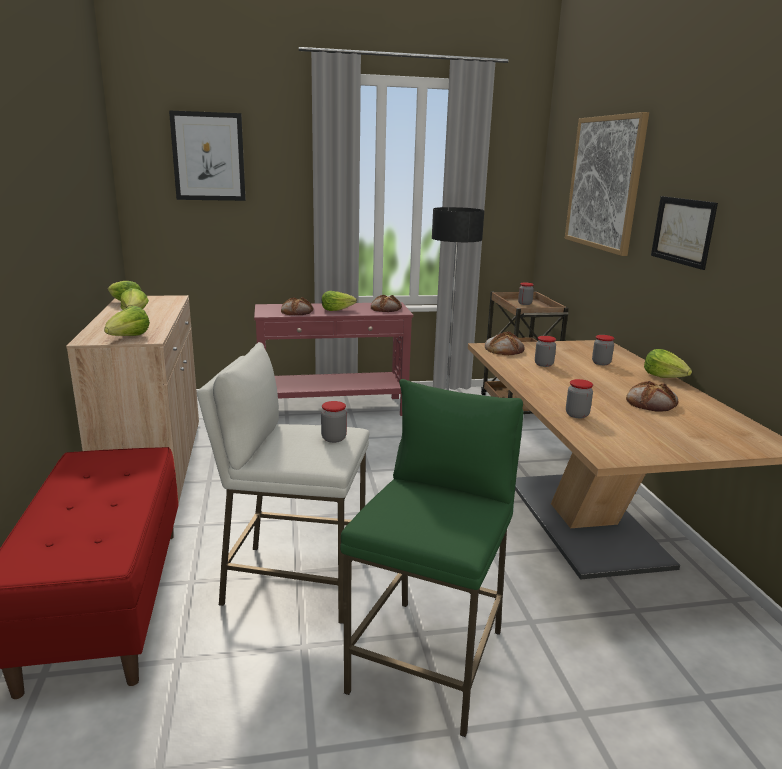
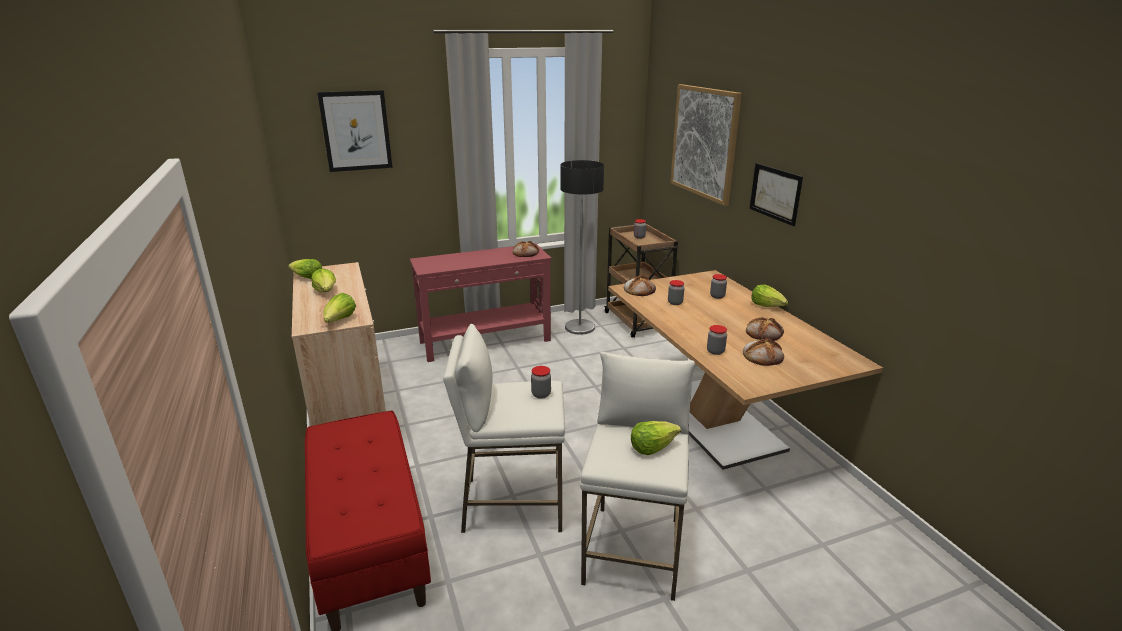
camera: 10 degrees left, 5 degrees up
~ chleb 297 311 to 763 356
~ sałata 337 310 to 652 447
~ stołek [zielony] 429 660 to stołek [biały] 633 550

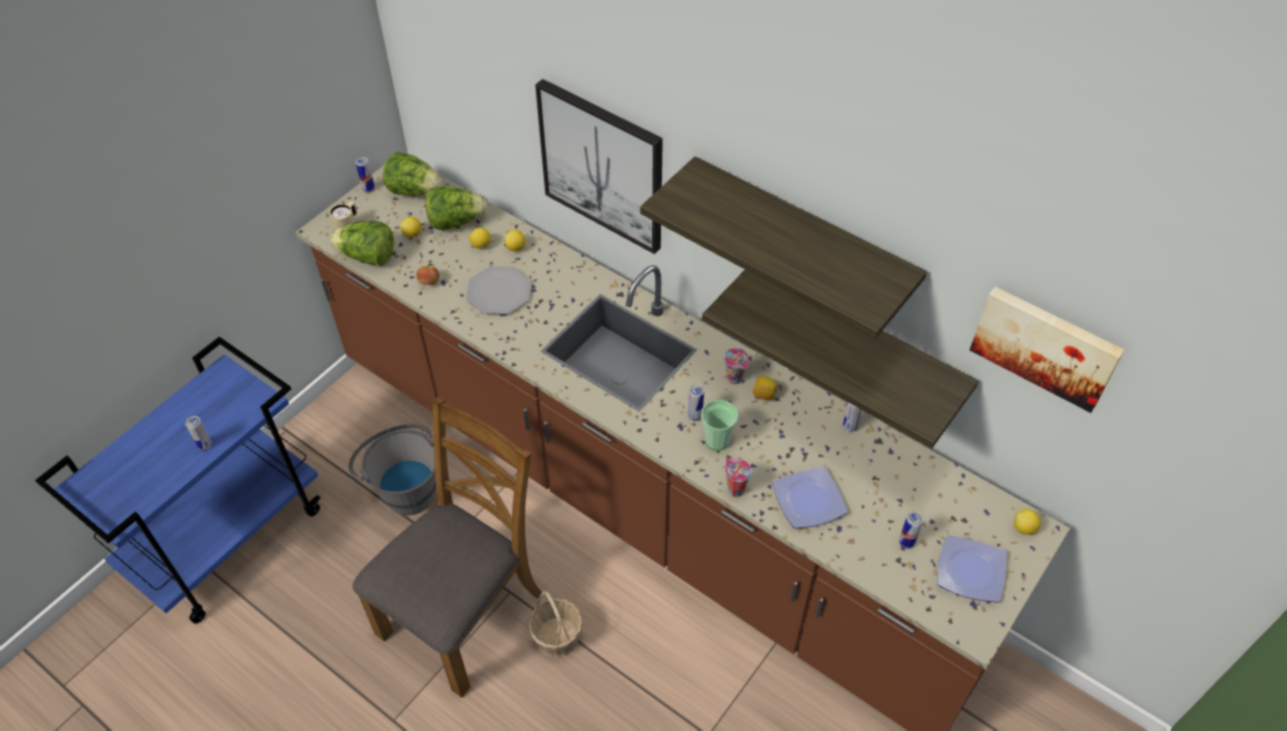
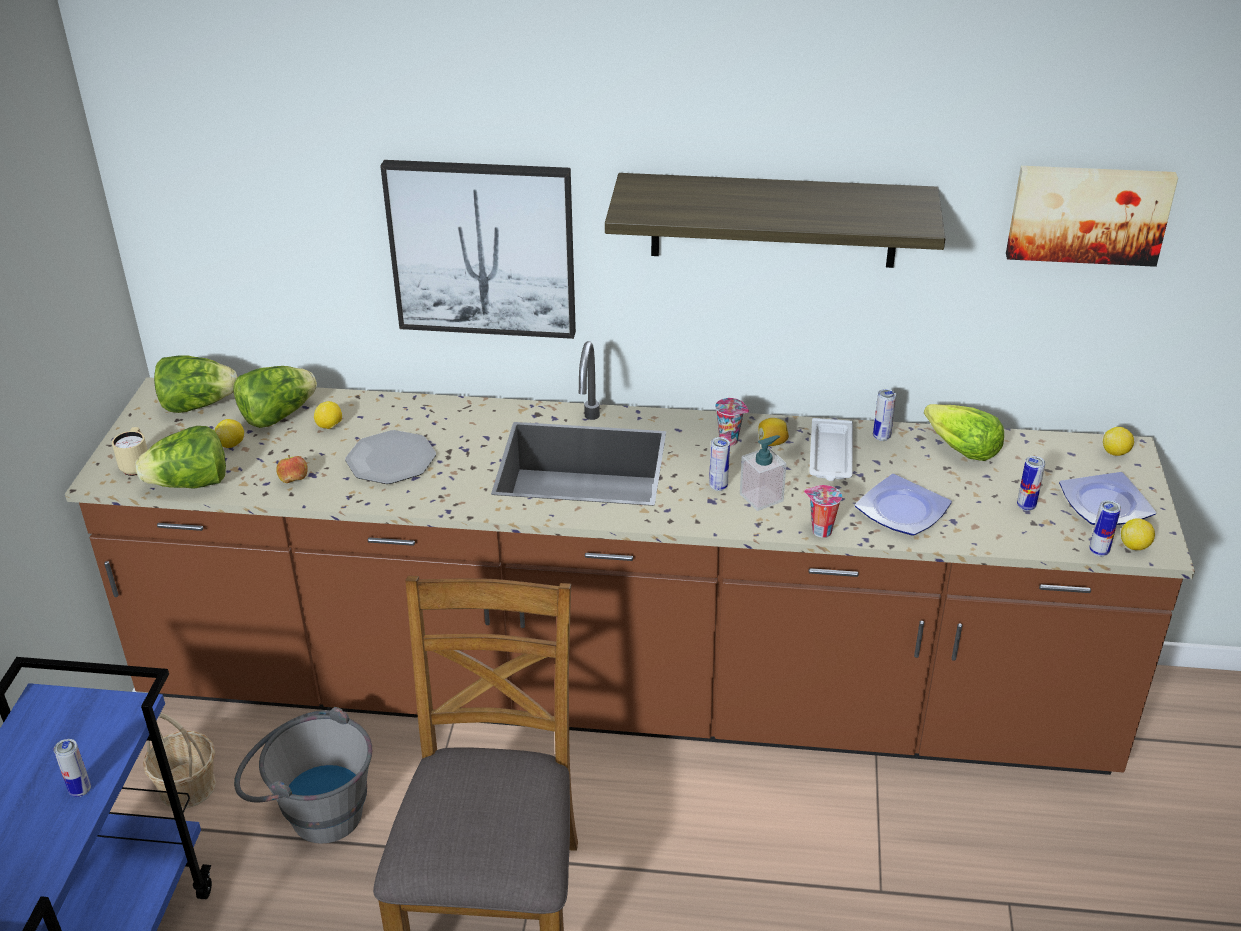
camera: 30 degrees left, 15 degrees down
~ puszka 368 189 to 1098 551
~ cytryna 516 248 to 1134 546
~ koszyk 557 637 to 187 786
~ filiżanka 717 440 to dozownik mydła 761 497
- półka 855 342
+ taca [biały] 830 456
+ sałata 960 449

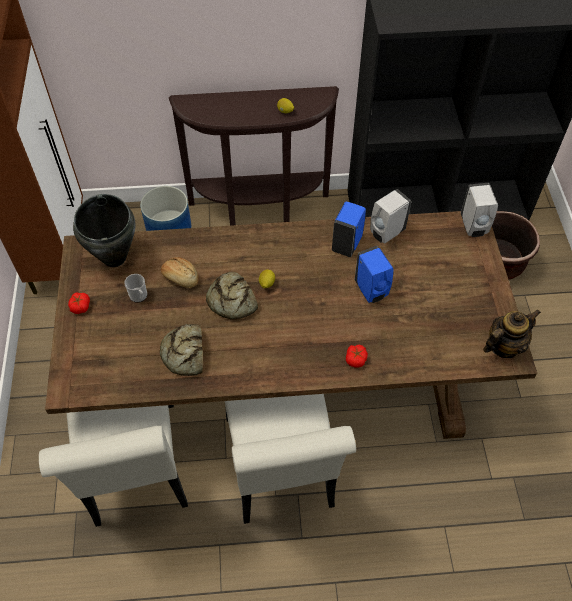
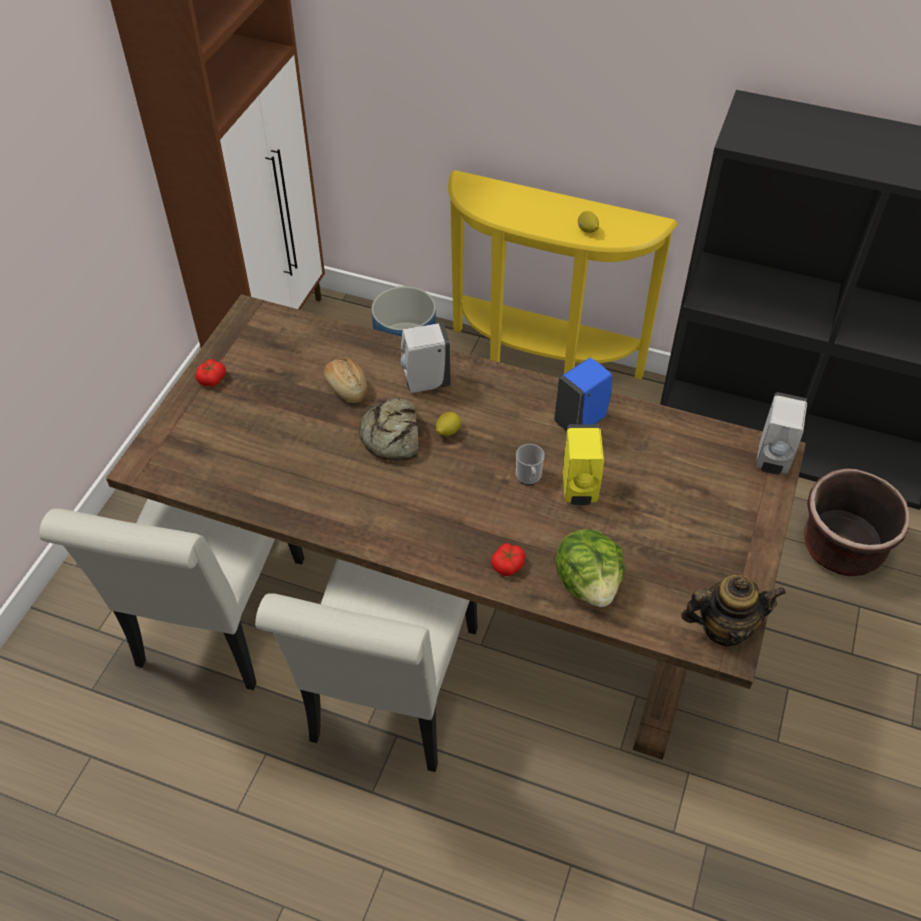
camera: 25 degrees right, 5 degrees down
- garnek [czarny] 115 257
~ kubek 139 296 to 529 478
- chleb 185 353
~ stolik konsolowy [brązowy] 260 211 to stolik konsolowy [żółty] 540 367
~ dozownik mydła [niebieski] 371 291 to dozownik mydła [żółty] 579 489
~ dozownik mydła [biały] 386 233 to 424 383
+ sałata 588 583

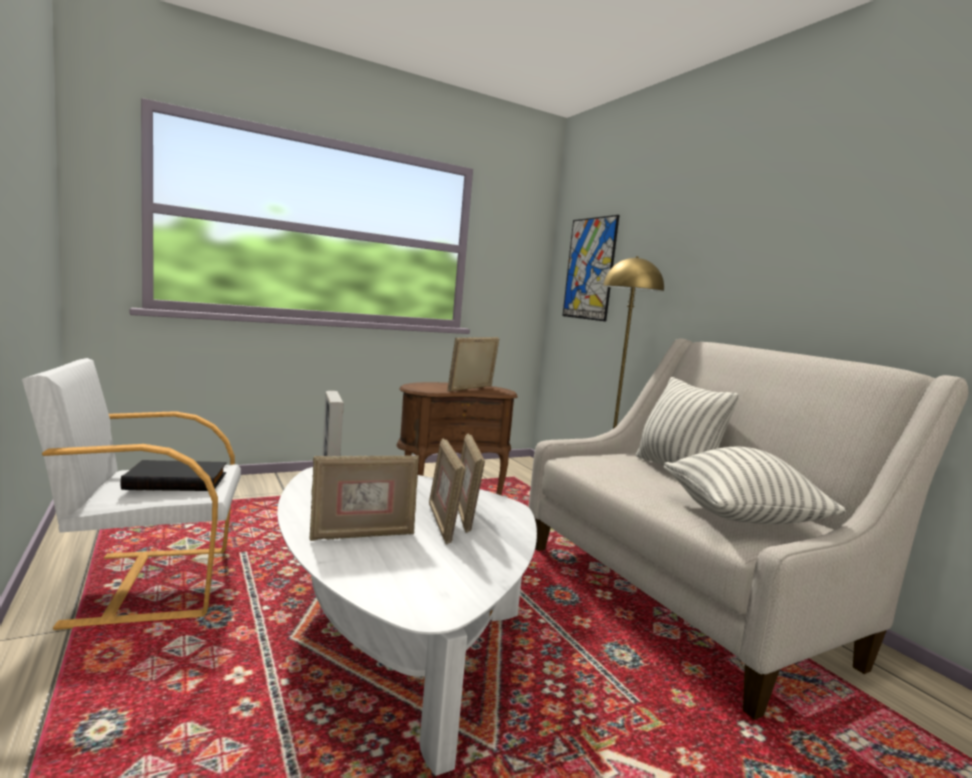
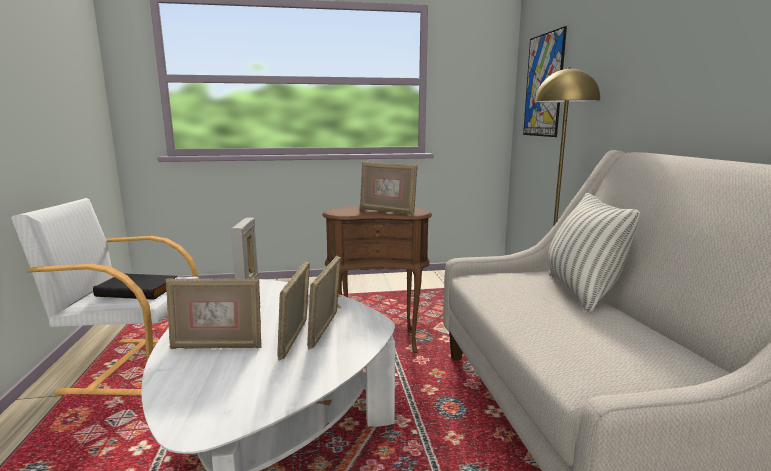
camera: 20 degrees right, 5 degrees up
~ ramka na zdjęcie 472 389 = 387 211 120 degrees counterclockwise
- poduszka 740 519

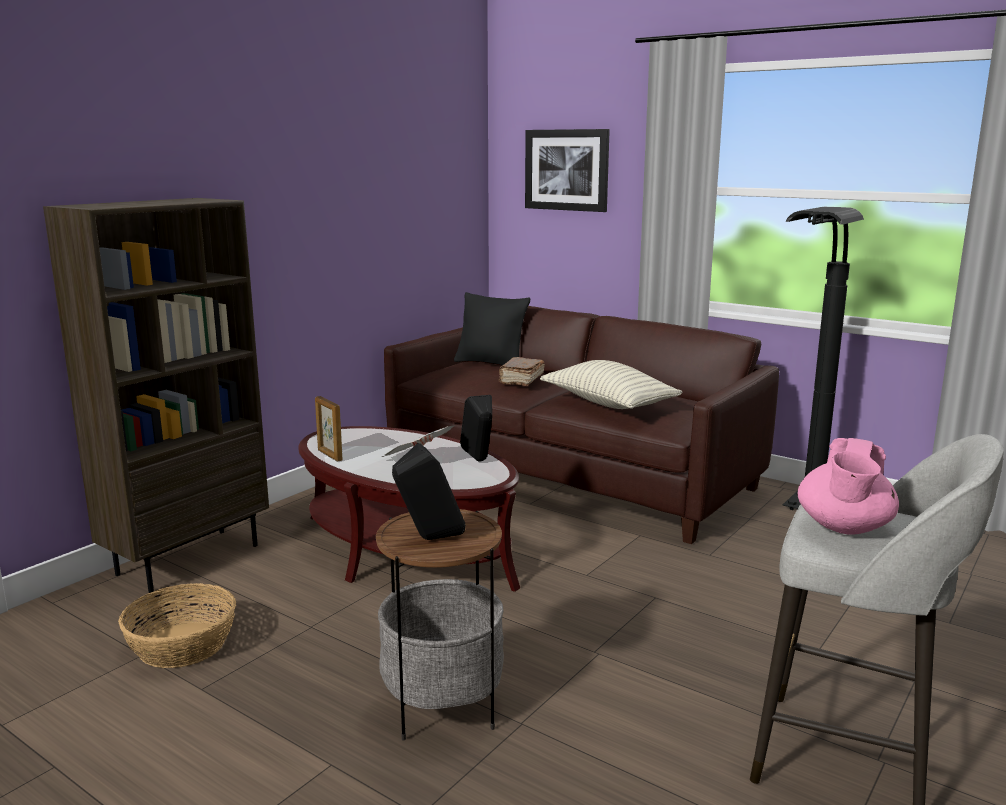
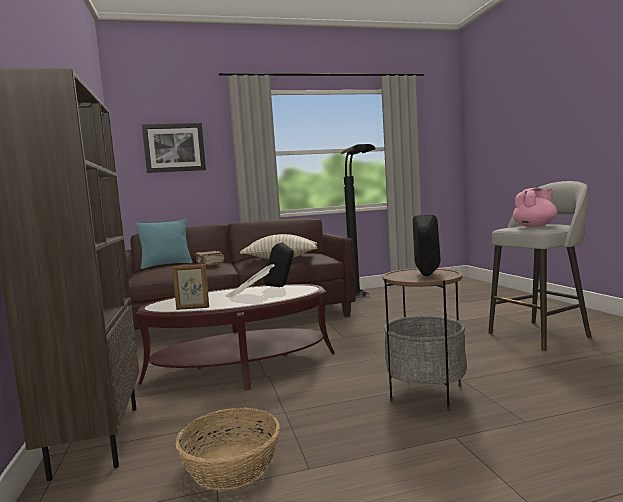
camera: 50 degrees left, 10 degrees down
~ poduszka [czarny] 491 363 to poduszka [turkusowy] 166 265
~ imbryk [różowy] 844 528 = 535 226 90 degrees counterclockwise

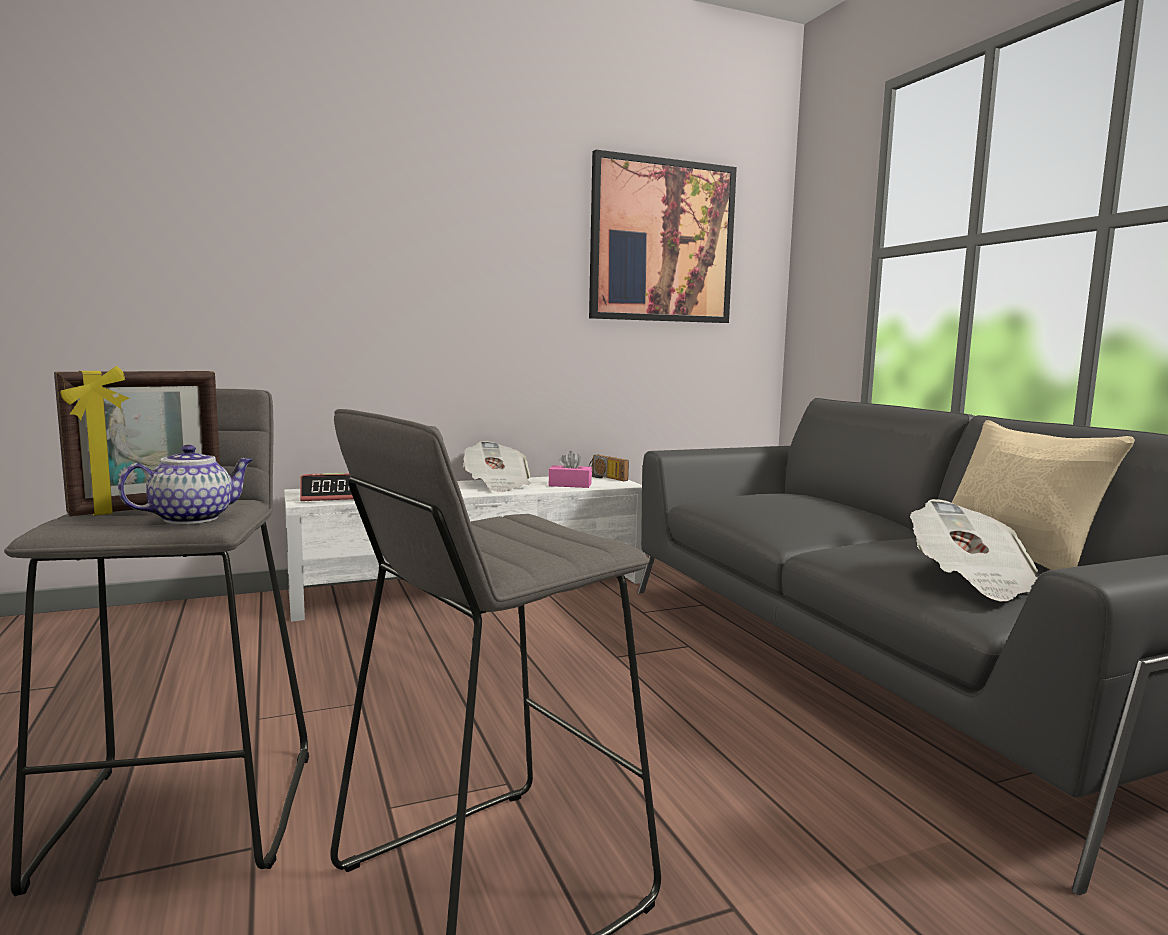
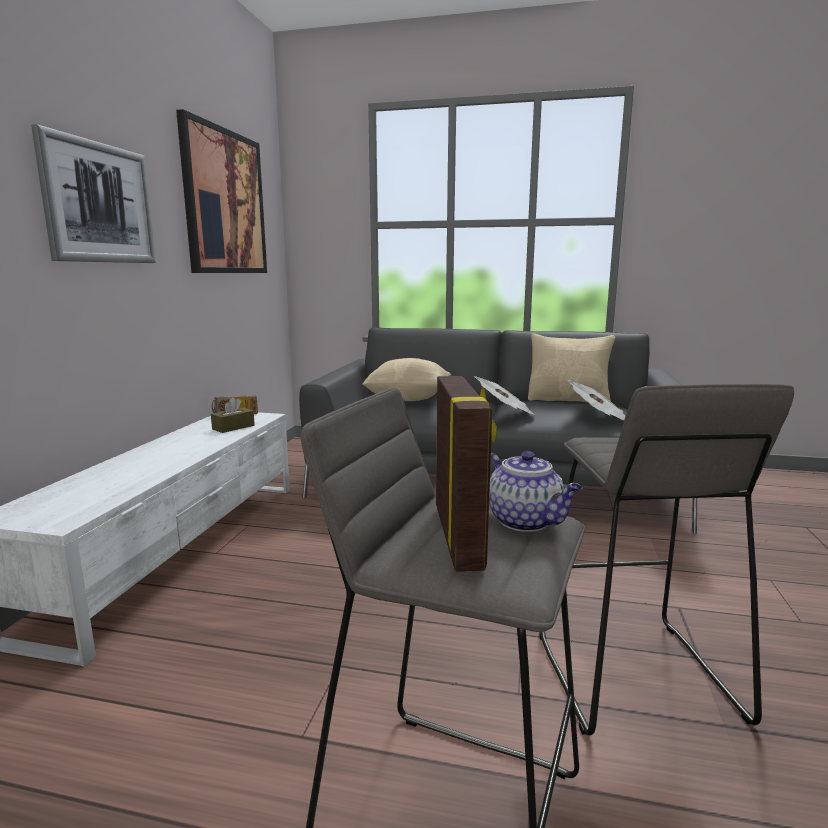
camera: 55 degrees left, 5 degrees up
~ imbryk 193 518 = 526 521 150 degrees clockwise
- budzik 333 496
~ gazeta 497 485 to 504 411
~ pudełko chusteczek [różowy] 570 485 to pudełko chusteczek [brązowy] 233 427
+ obraz 99 203
+ poduszka [beżowy] 408 399

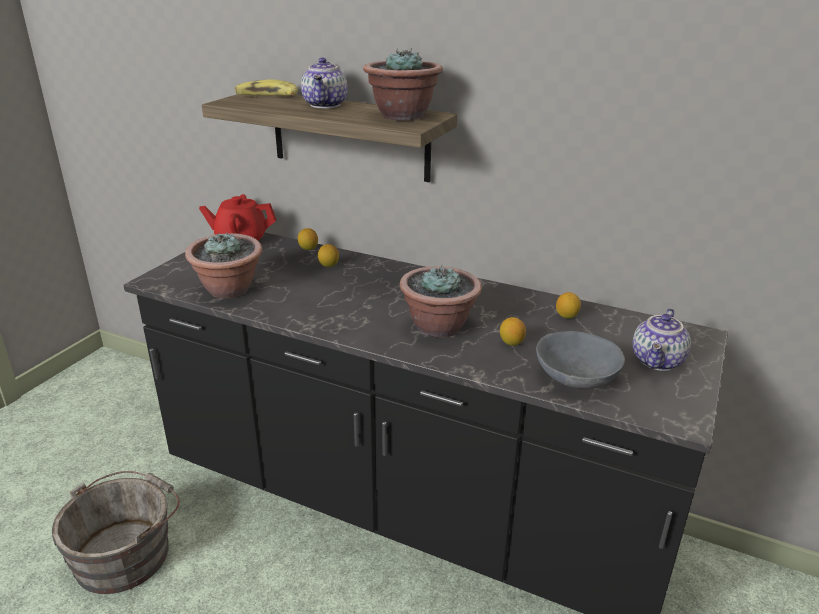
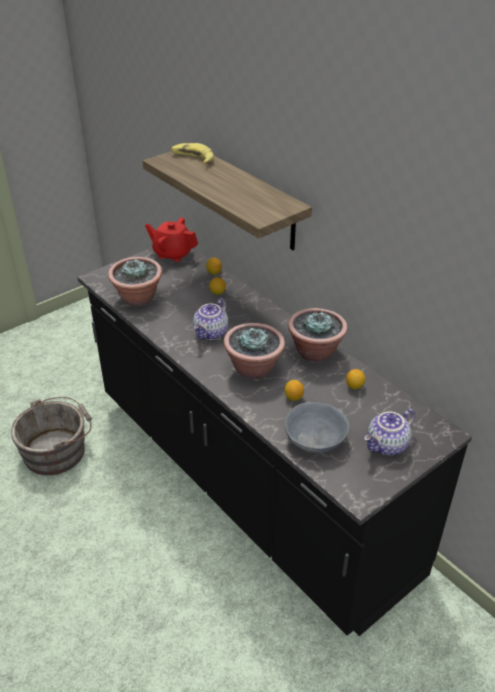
camera: 25 degrees right, 10 degrees up
~ imbryk 326 105 to 211 333
~ roślina doniczkowa 402 116 to 315 353

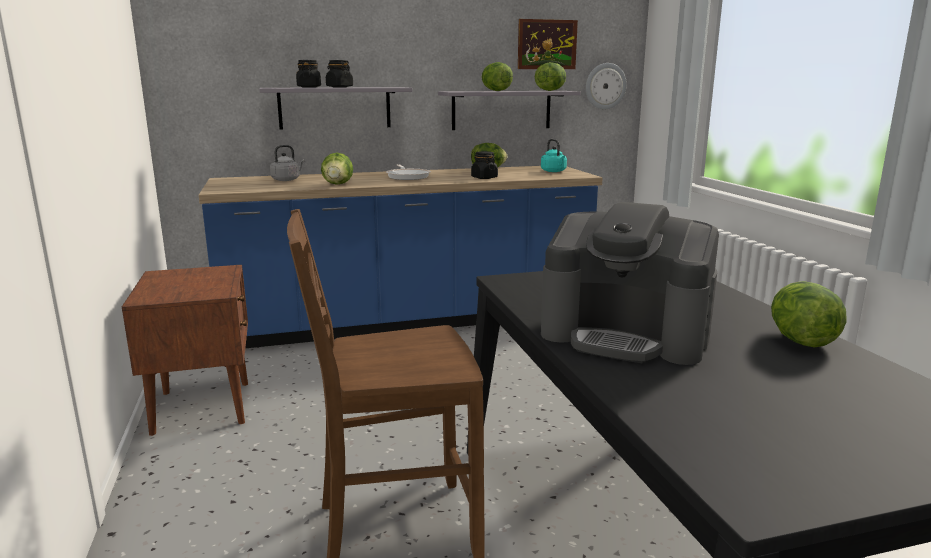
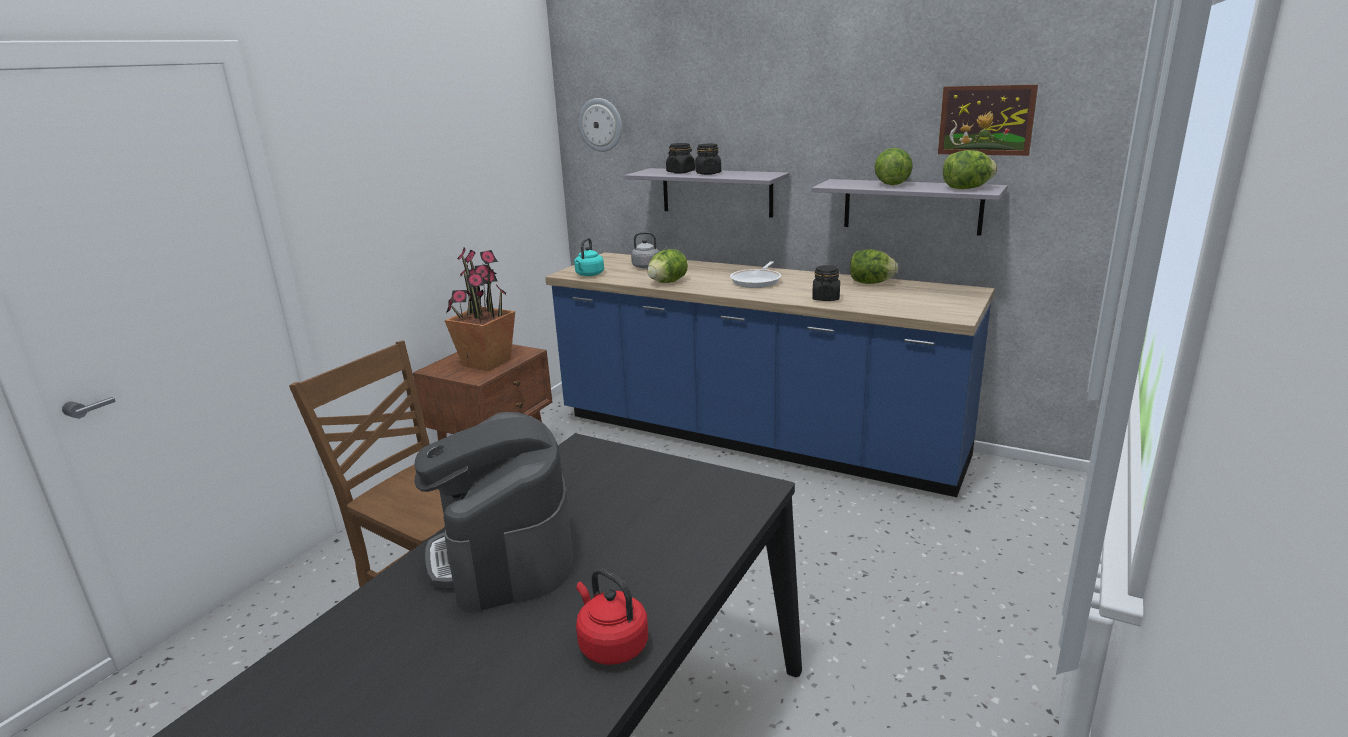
camera: 45 degrees right, 5 degrees up
~ czajnik [turkusowy] 554 171 to 589 275
~ zegar ścienny 605 86 to 601 125
~ sałata 800 340 to czajnik [czerwony] 611 645
+ roślina doniczkowa 487 362

